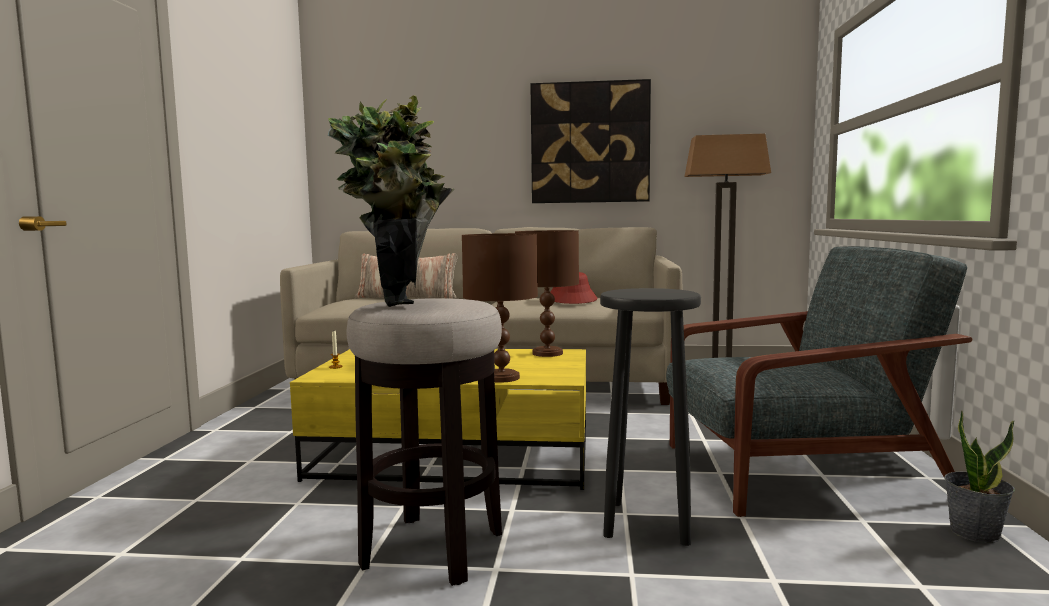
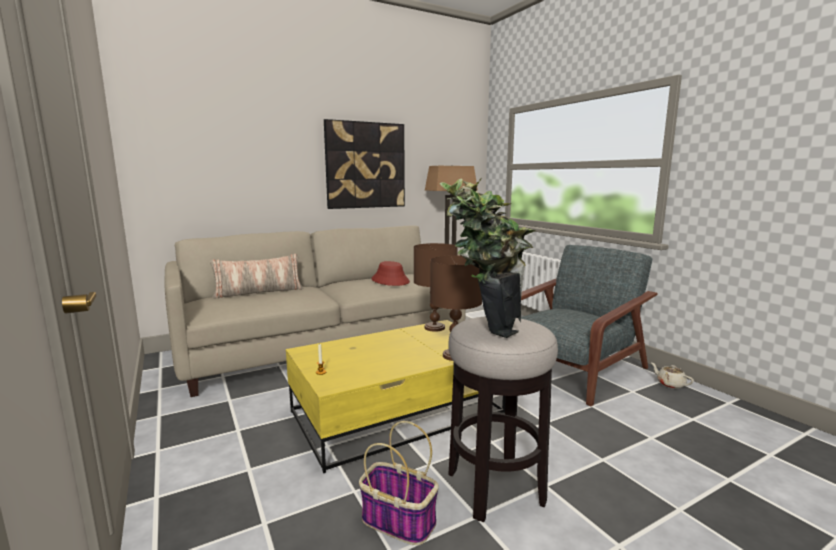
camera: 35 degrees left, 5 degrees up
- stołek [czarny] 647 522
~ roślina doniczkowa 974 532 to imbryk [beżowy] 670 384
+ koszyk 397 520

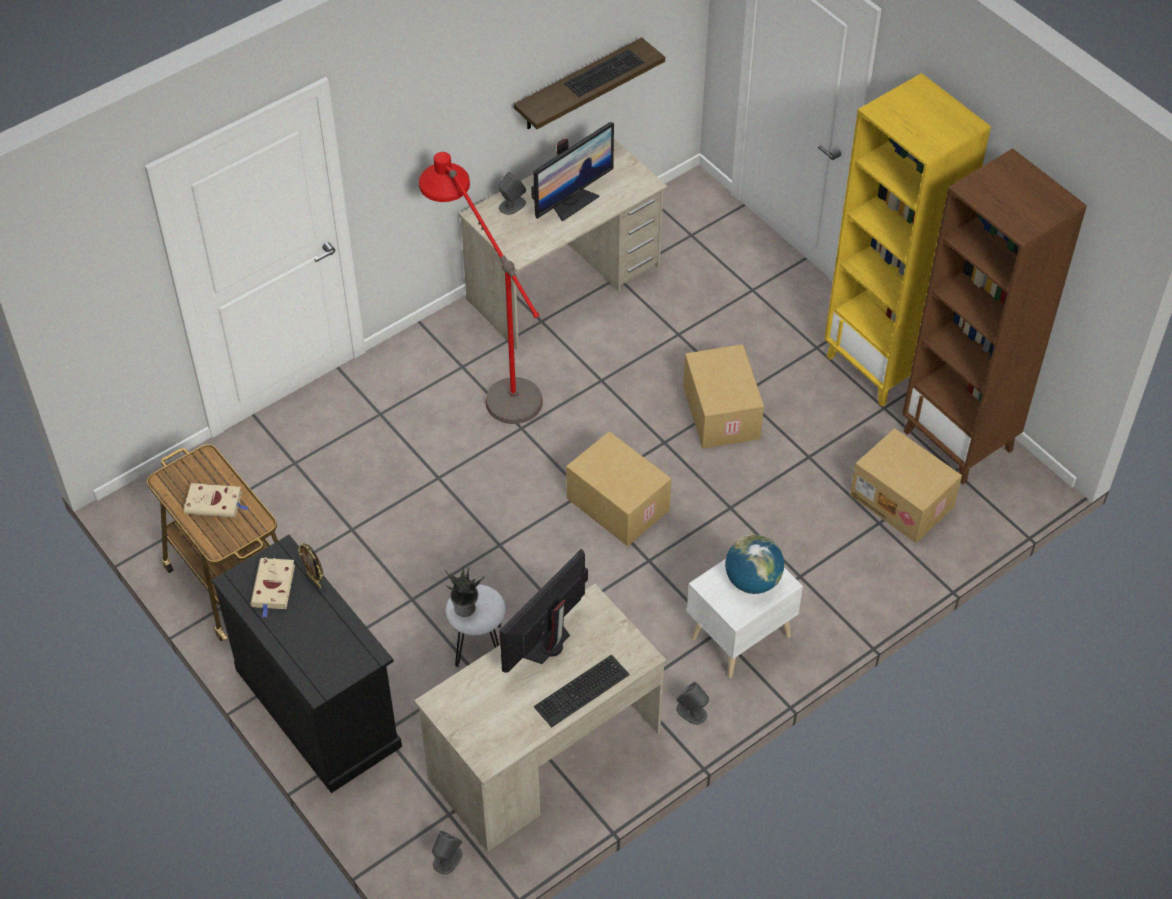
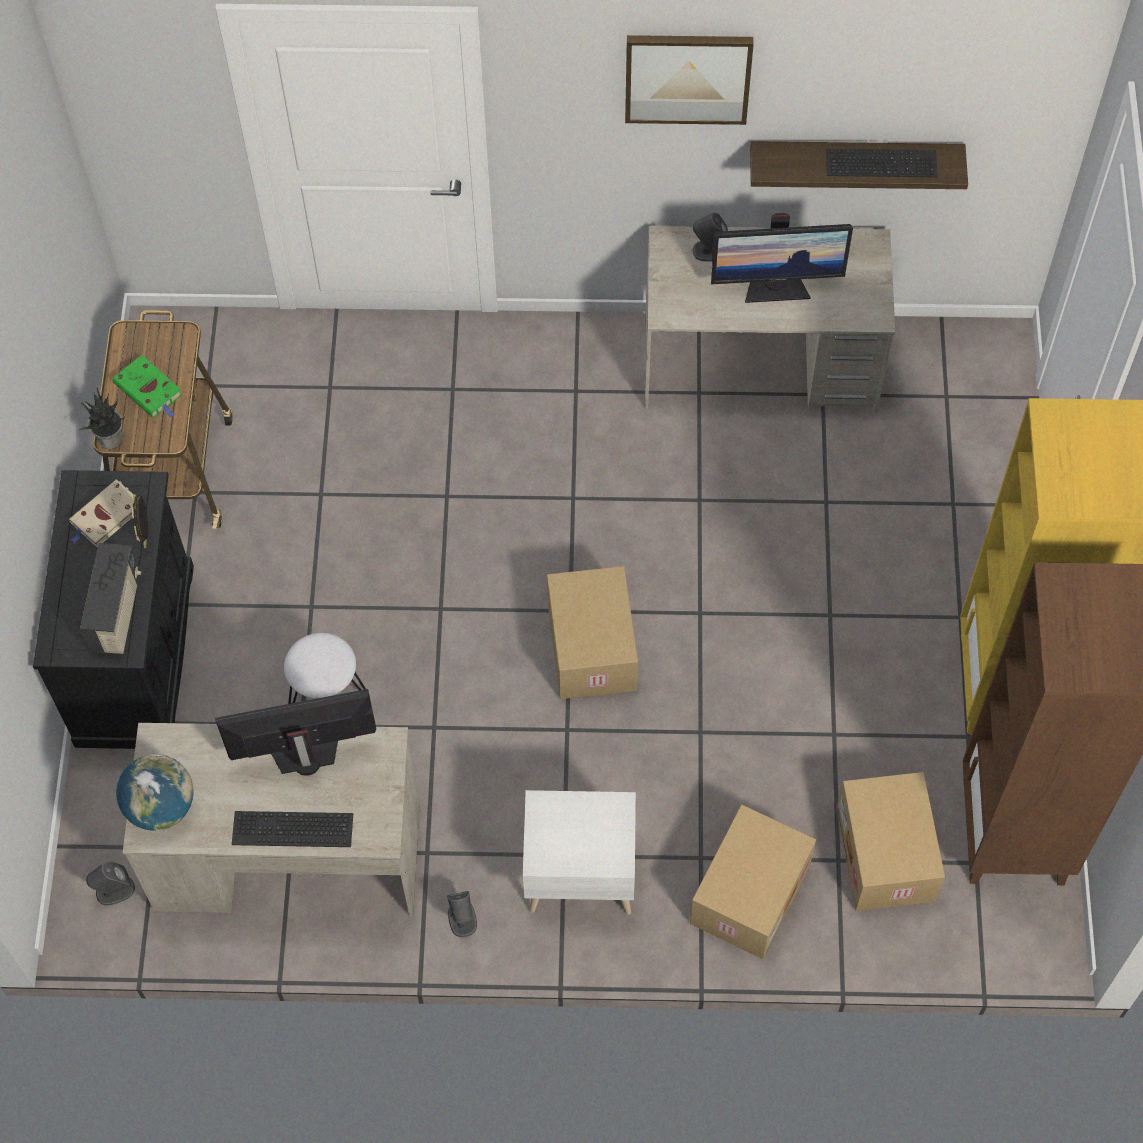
camera: 40 degrees right, 10 degrees up
~ książka [beżowy] 215 503 to książka [zielony] 150 390
- lampa stojąca [czerwony] 490 376
~ roślina doniczkowa 465 608 to 111 439
~ karton 719 412 to 748 892
~ globus 752 581 to 161 806
+ radio 117 612
+ obraz 687 77

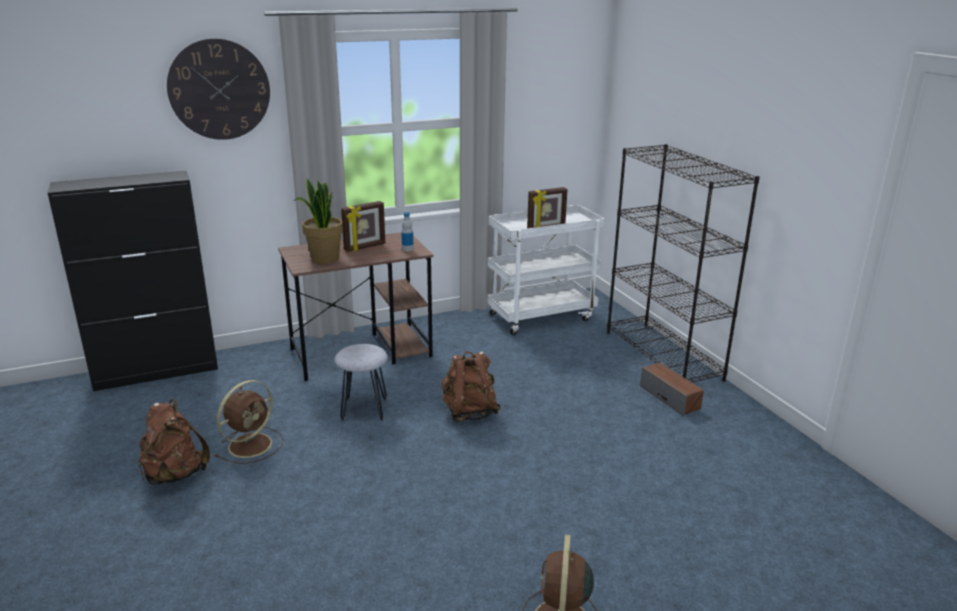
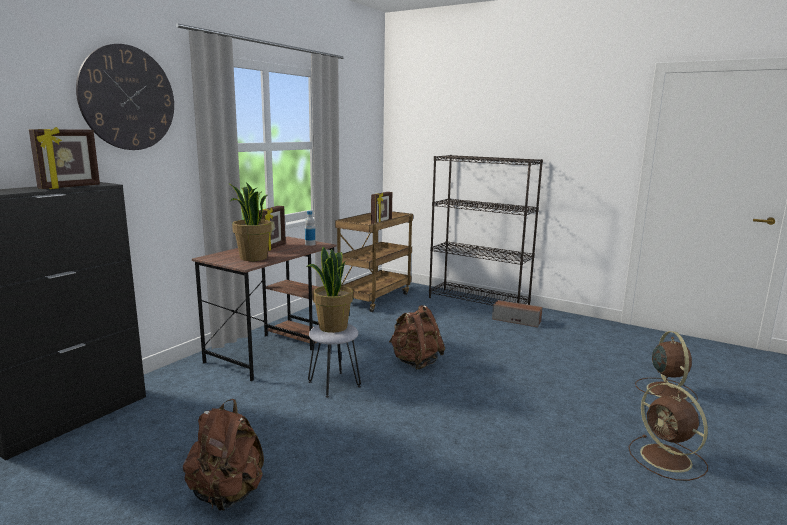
camera: 35 degrees left, 10 degrees down
~ wentylator [brązowy] 251 444 to 666 390
~ wózek [biały] 541 316 to wózek [brązowy] 374 298
+ ramka na zdjęcie 70 187
+ roślina doniczkowa 332 327

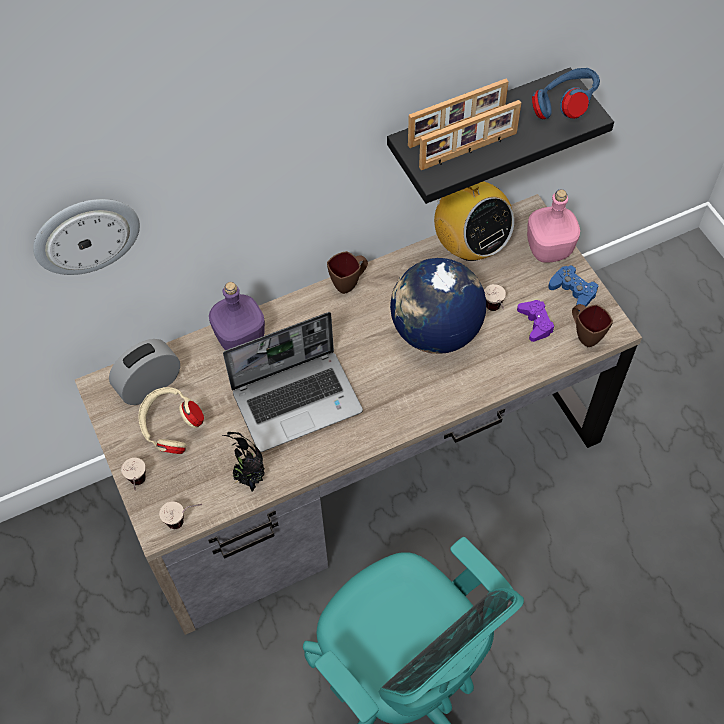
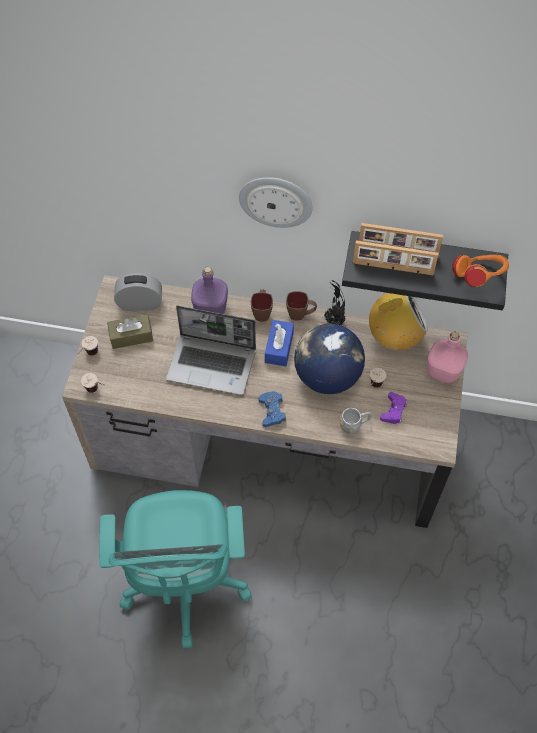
camera: 35 degrees right, 0 degrees up
~ zegar ścienny 86 234 to 276 201
~ słuchawki [beżowy] 171 430 to pudełko chusteczek [brązowy] 131 336
~ roślina doniczkowa 248 477 to 333 321
~ radio 470 245 = 394 338 105 degrees counterclockwise
~ słuchawki [niebieski] 564 109 to słuchawki [pomarańczowy] 478 278
~ pad do gier [niebieski] 573 291 to 272 411
~ kubek [brązowy] 584 334 to 262 312
+ pudełko chusteczek [niebieski] 279 347
+ kubek [szary] 354 425

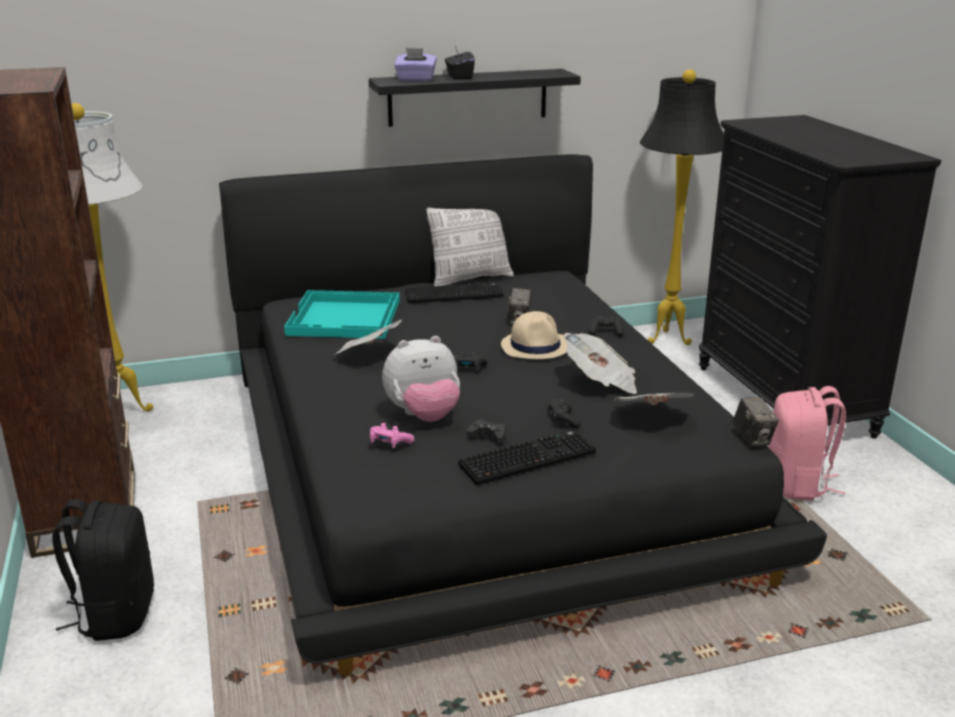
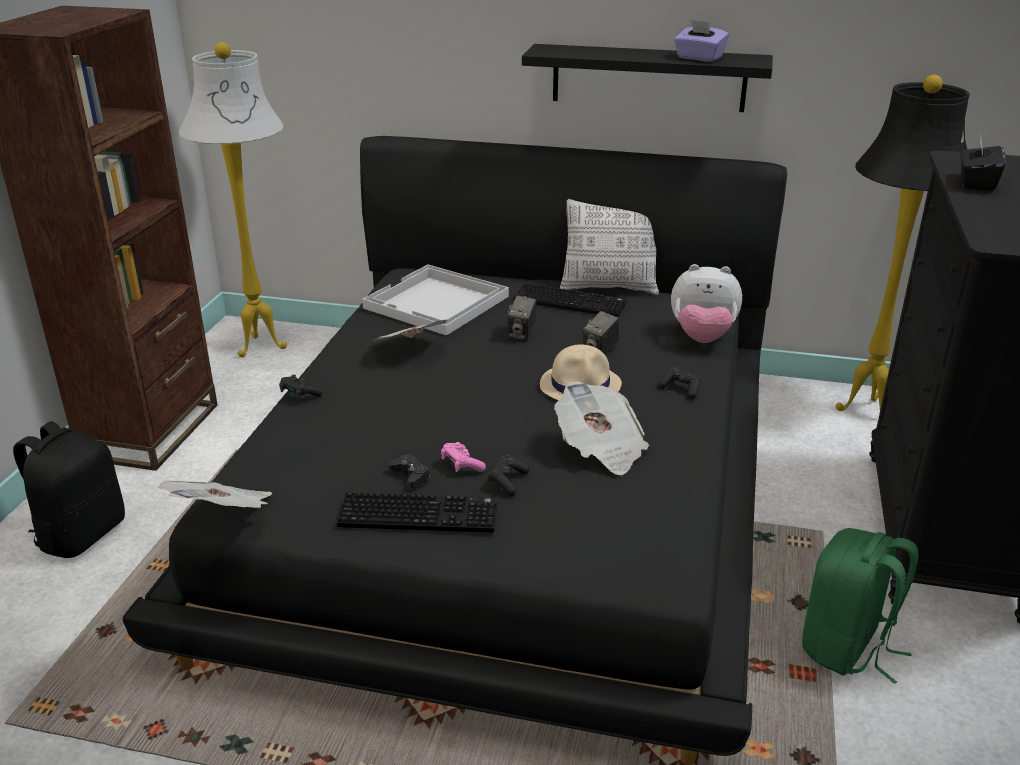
camera: 30 degrees right, 5 degrees up
~ taca [turkusowy] 345 318 to taca [biały] 436 303
~ pad do gier [różowy] 389 443 to 461 465
~ pluszak 424 416 to 702 338
~ pudełko chusteczek [fioletowy] 415 79 to 699 58
~ pudełko chusteczek [czarny] 459 77 to 976 183
~ pad do gier [czarny] 467 368 to 300 394
~ gazeta 651 417 to 224 516
~ aparat fotograficzny 752 439 to 521 334
~ plecak [różowy] 798 484 to plecak [zielony] 847 648

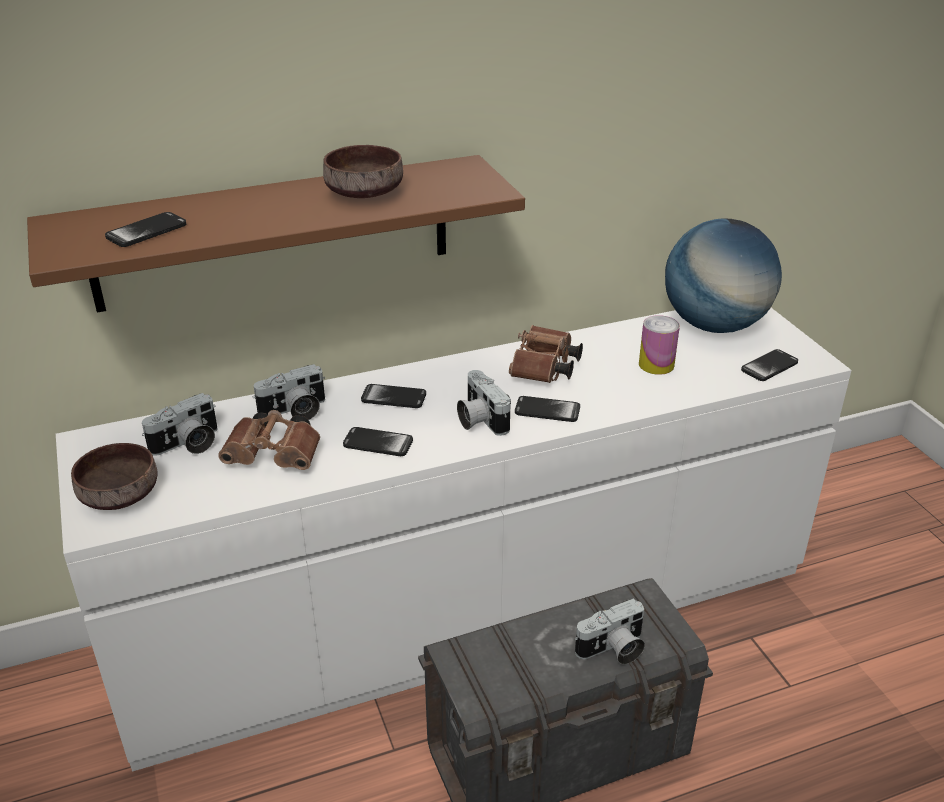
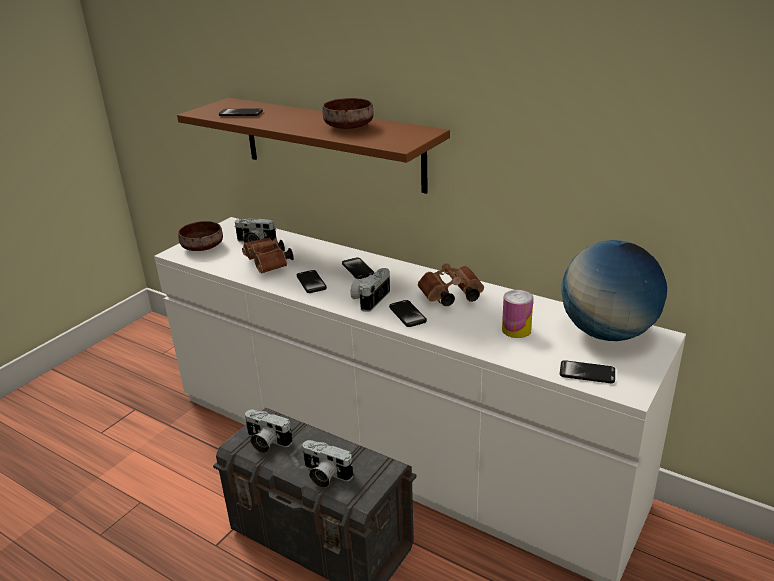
camera: 55 degrees right, 5 degrees down
~ aparat fotograficzny 294 412 to 266 442

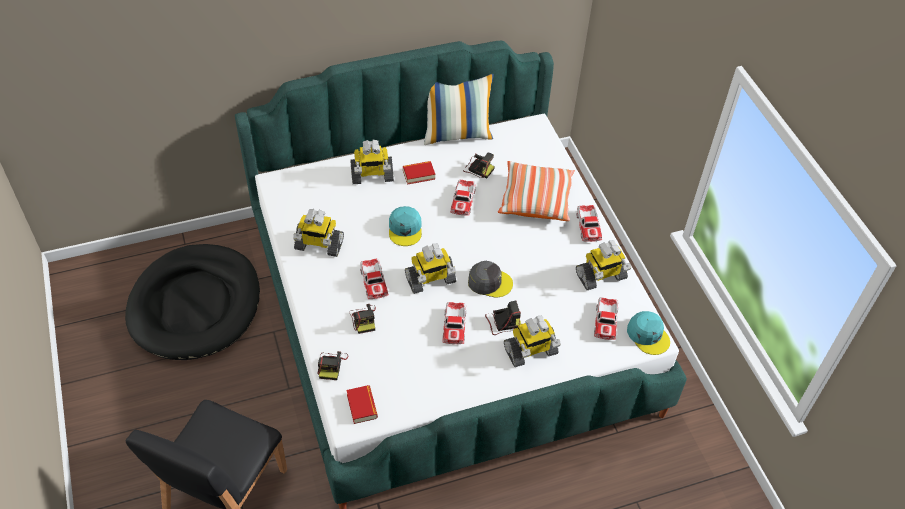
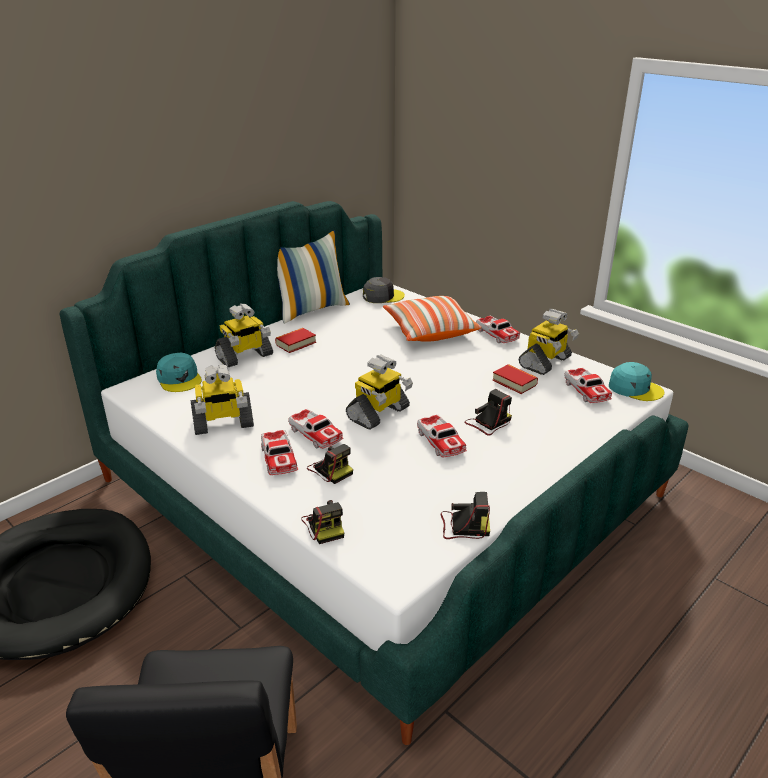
camera: 25 degrees left, 20 degrees down
~ książka 362 406 to 514 382
~ czapka z daszkiem [turkusowy] 405 229 to 179 379
~ samochodzik 463 200 to 279 458
~ aparat fotograficzny 478 168 to 463 526
~ czapka z daszkiem [szary] 489 282 to 382 296
- robot zabawkowy 530 351

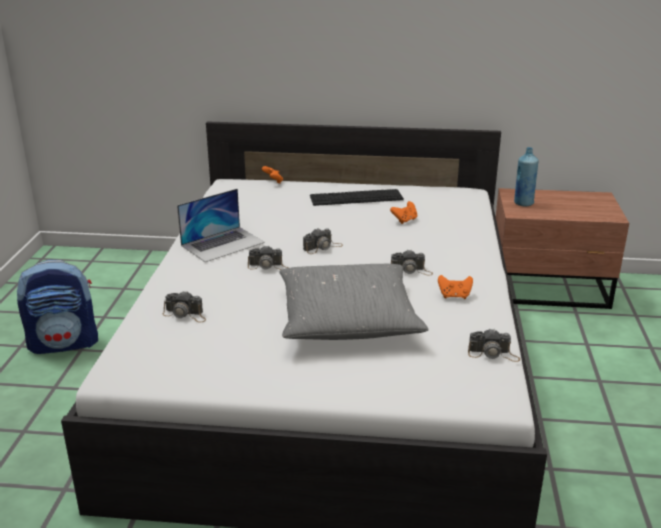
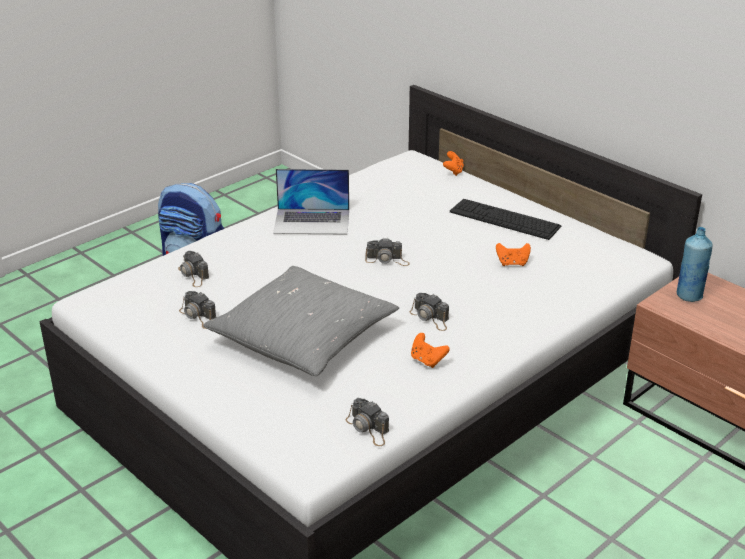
camera: 40 degrees right, 5 degrees up
~ aparat fotograficzny 268 266 to 198 316

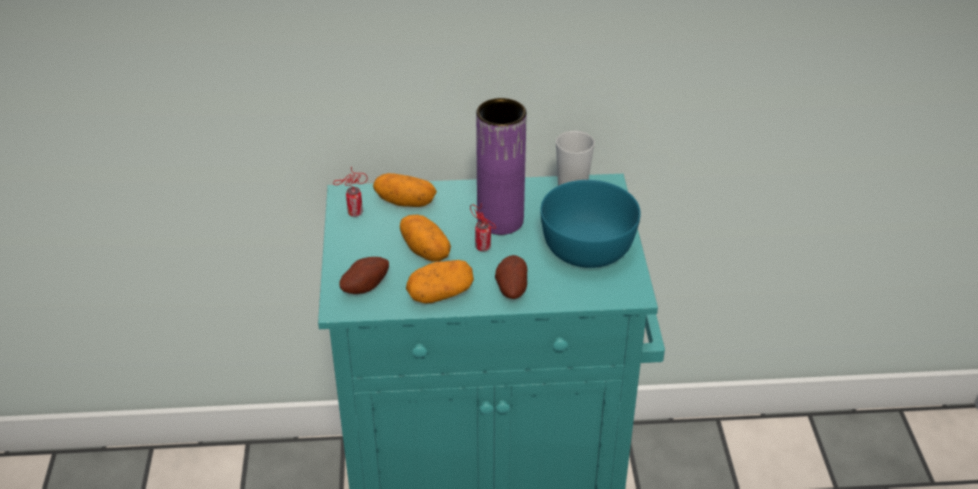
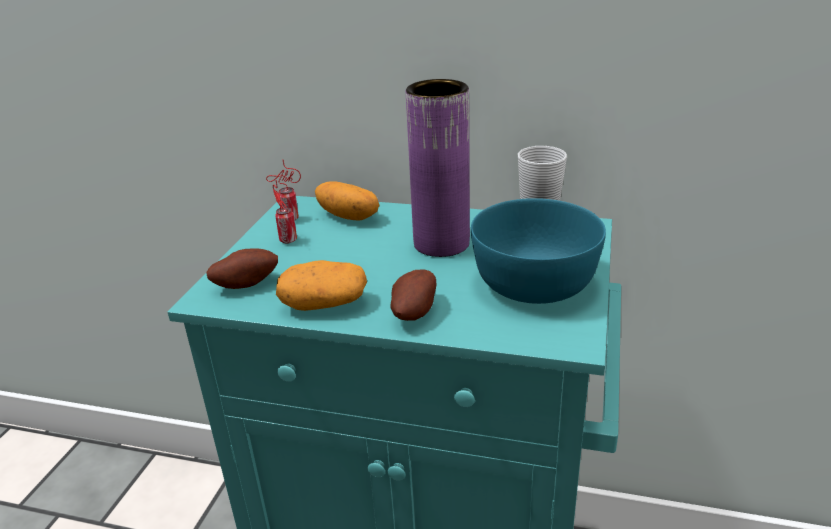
camera: 20 degrees right, 10 degrees down
- ziemniak 426 250
~ puszka 484 248 to 289 241

